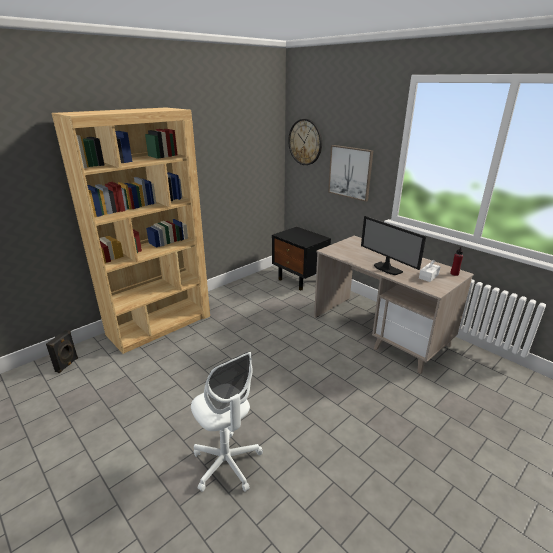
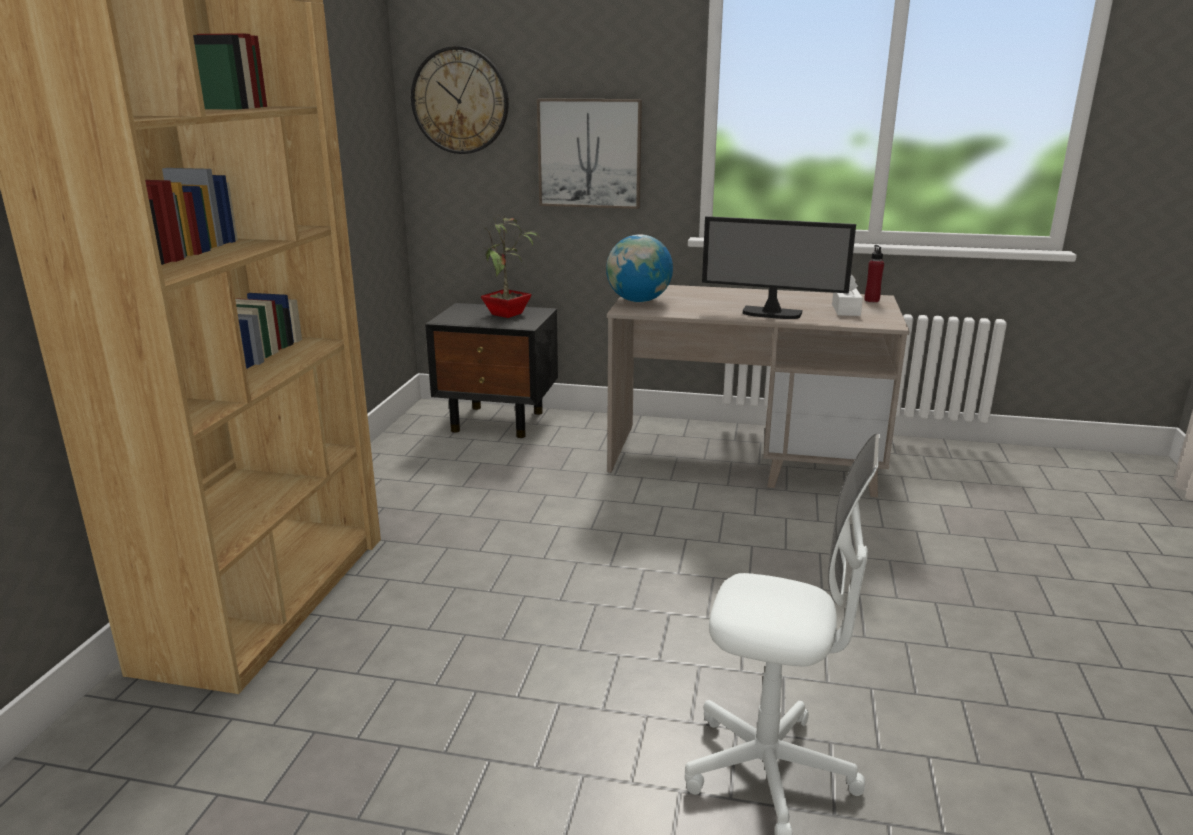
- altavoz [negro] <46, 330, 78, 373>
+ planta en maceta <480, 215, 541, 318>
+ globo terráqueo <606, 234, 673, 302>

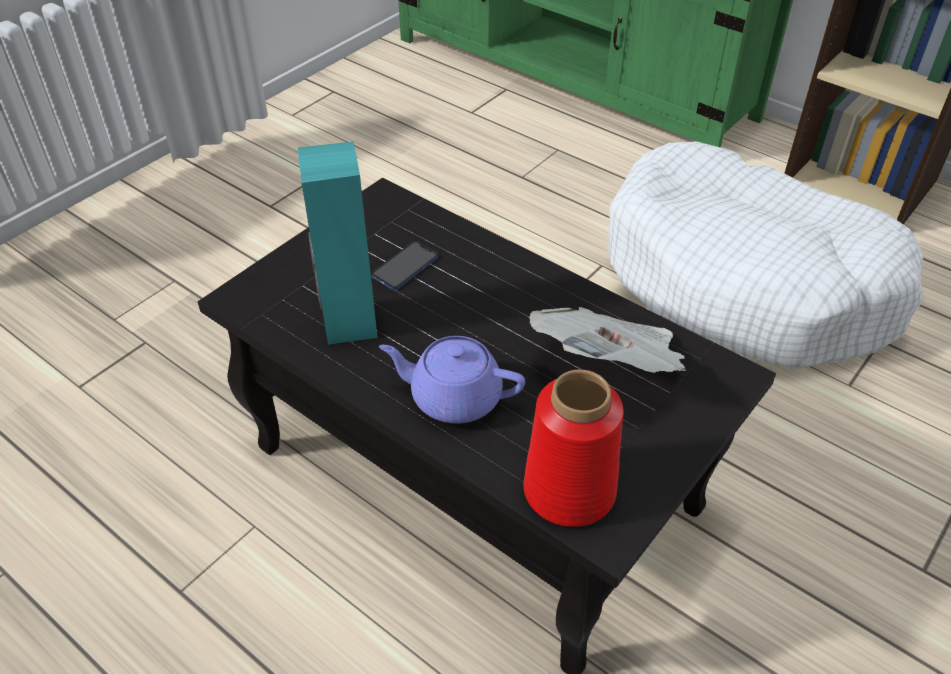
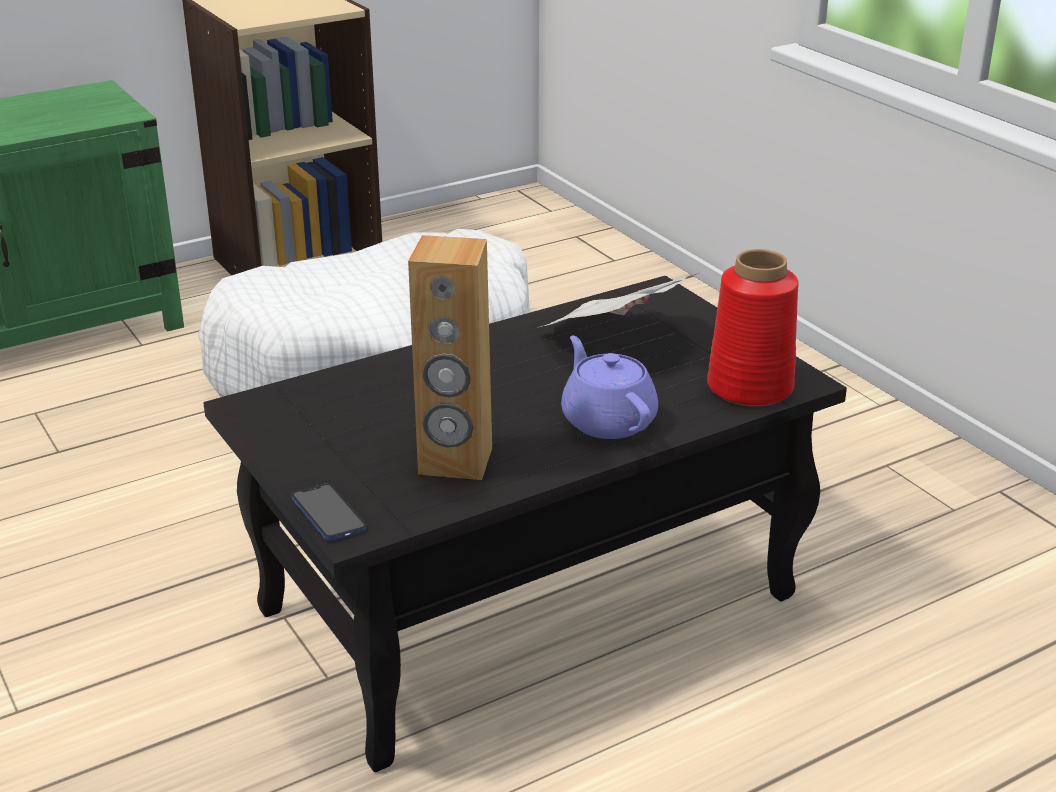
~ móvil <372, 241, 438, 290> to <291, 484, 366, 540>
~ altavoz [turquesa] <298, 141, 378, 345> to altavoz [marrón] <408, 235, 492, 480>
~ tetera [morado] <379, 336, 525, 423> = <561, 335, 658, 439> 120 degrees clockwise

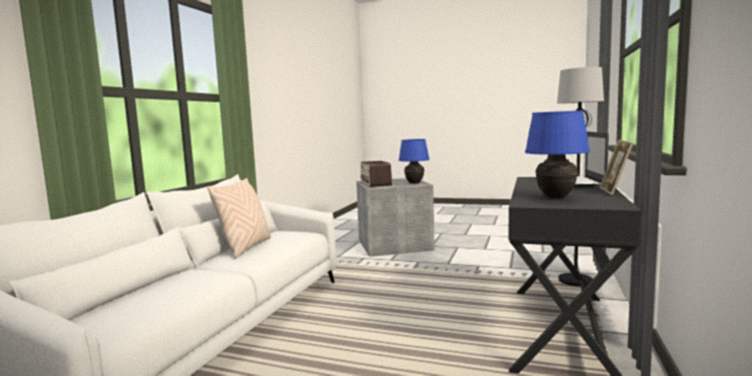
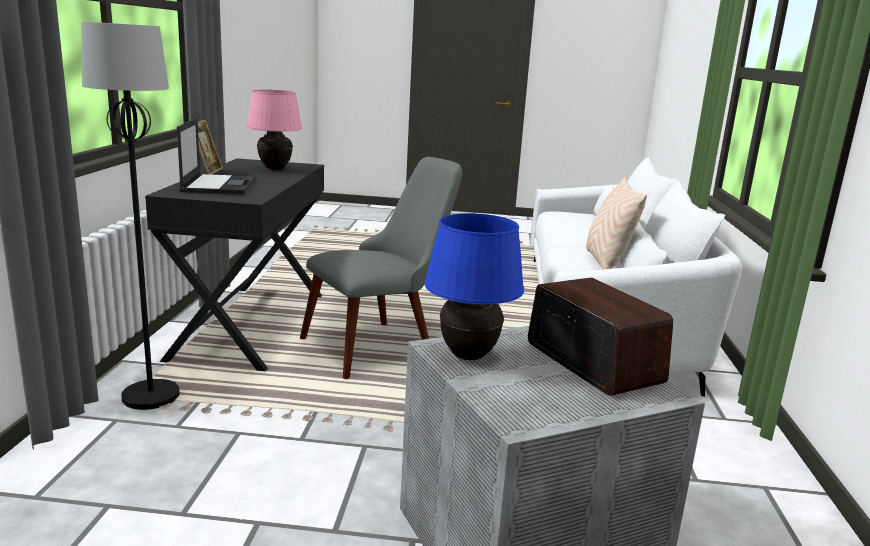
+ silla [gris] <300, 157, 462, 379>
~ lámpara de mesa [azul] <525, 111, 590, 198> to lámpara de mesa [rosa] <247, 90, 302, 170>

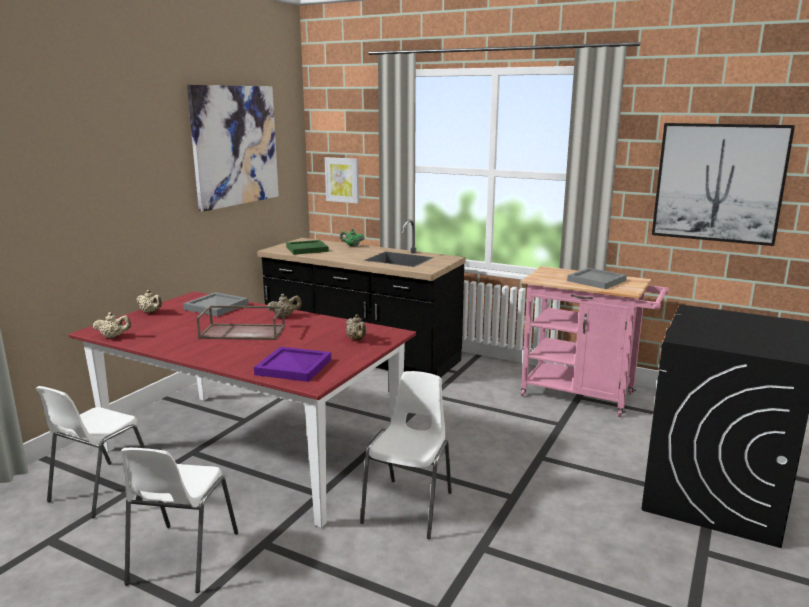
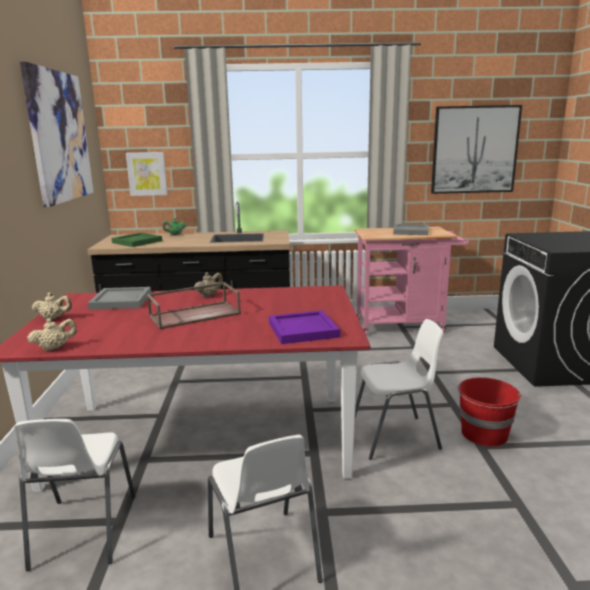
- tetera [beis] <346, 314, 367, 340>
+ cubo [rojo] <457, 377, 522, 447>
~ silla [blanco] <360, 371, 452, 539> = <355, 319, 443, 460> 90 degrees clockwise

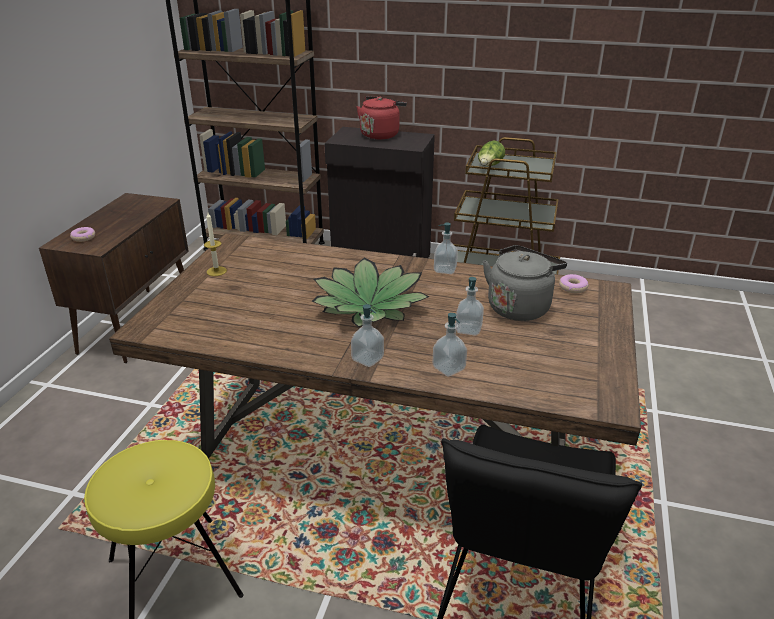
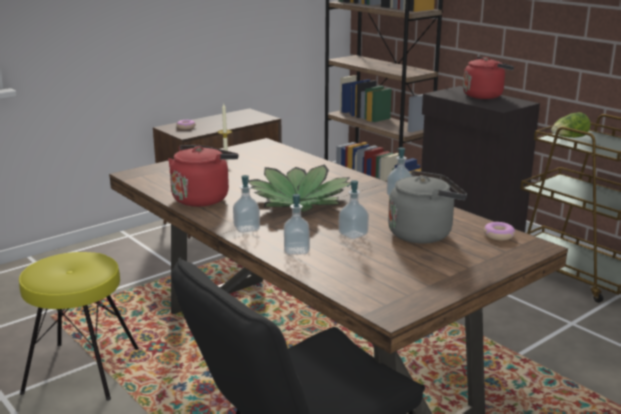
+ hervidor [rojo] <168, 145, 238, 207>

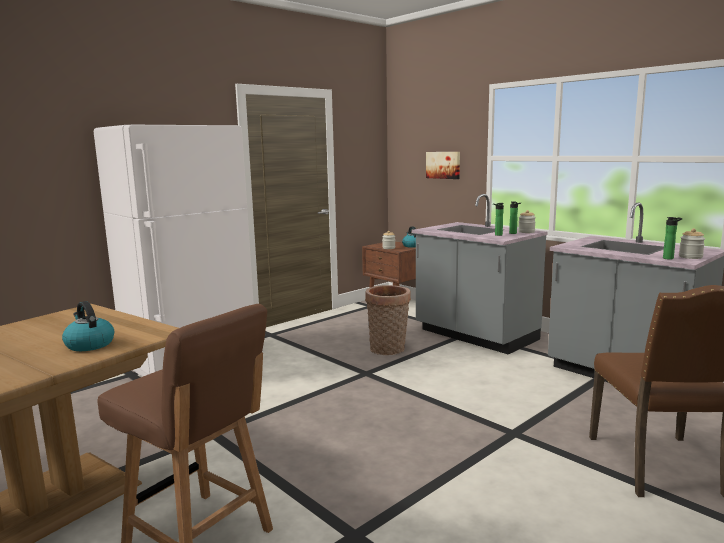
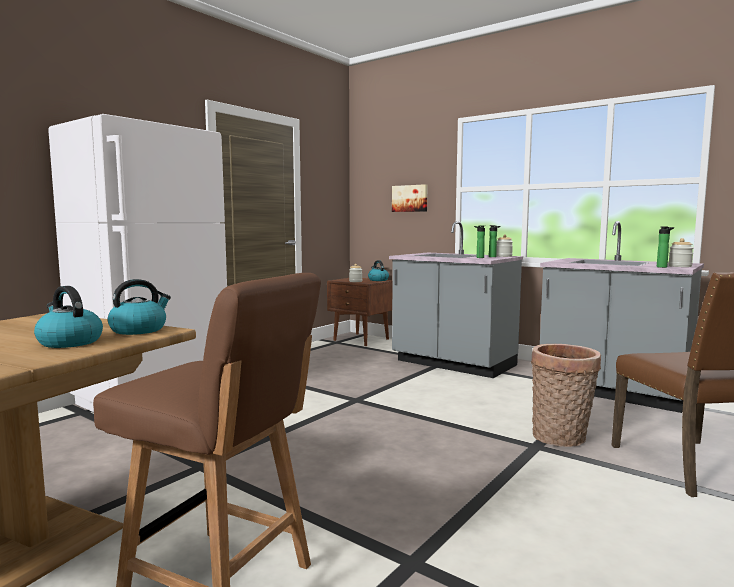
+ hervidor <108, 279, 171, 335>
~ cesta <365, 285, 411, 355> to <531, 344, 601, 447>

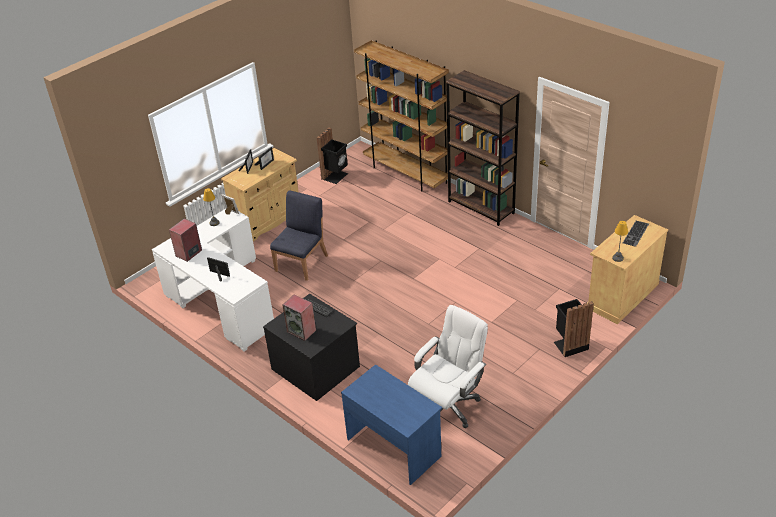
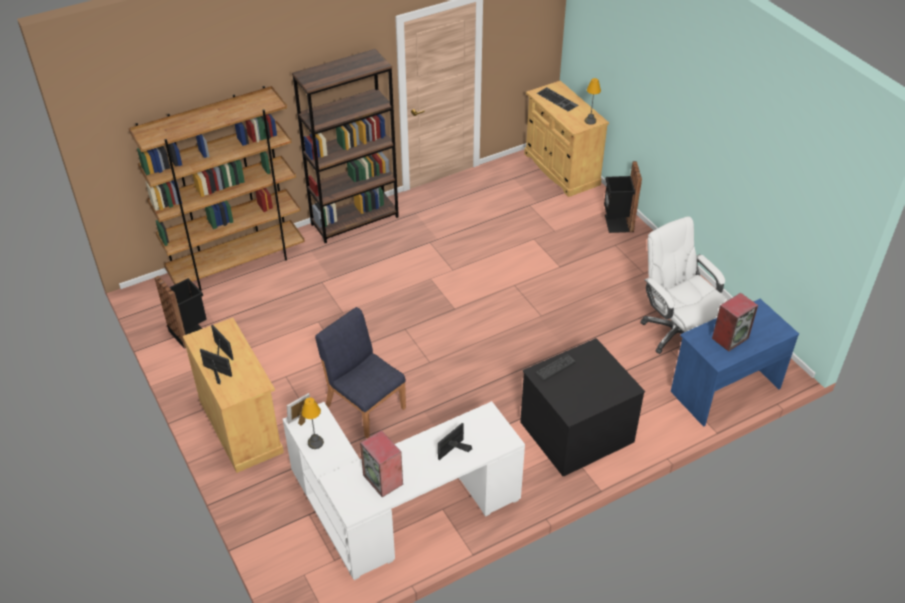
~ altavoz <282, 295, 316, 341> to <712, 293, 758, 351>

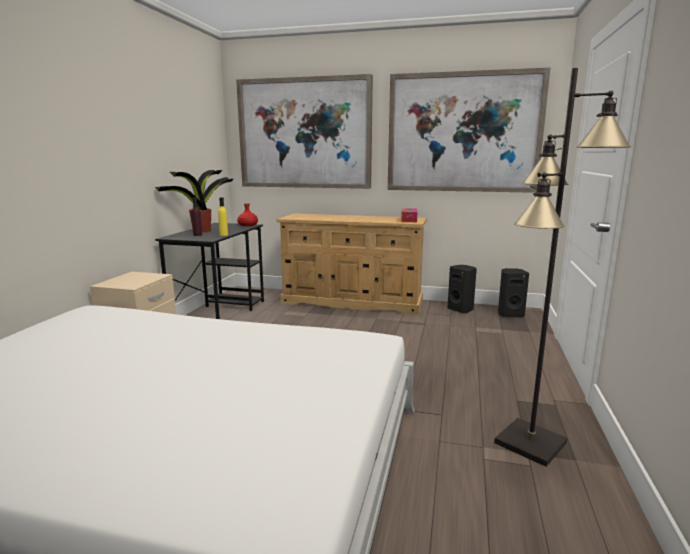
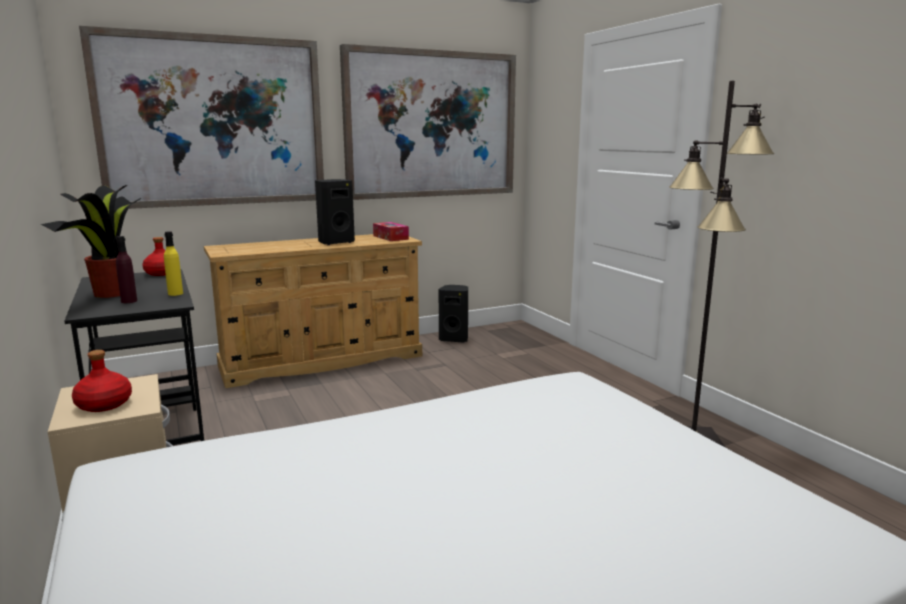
+ botella [rojo] <72, 350, 132, 412>
~ altavoz [negro] <498, 268, 529, 317> to <315, 179, 355, 245>

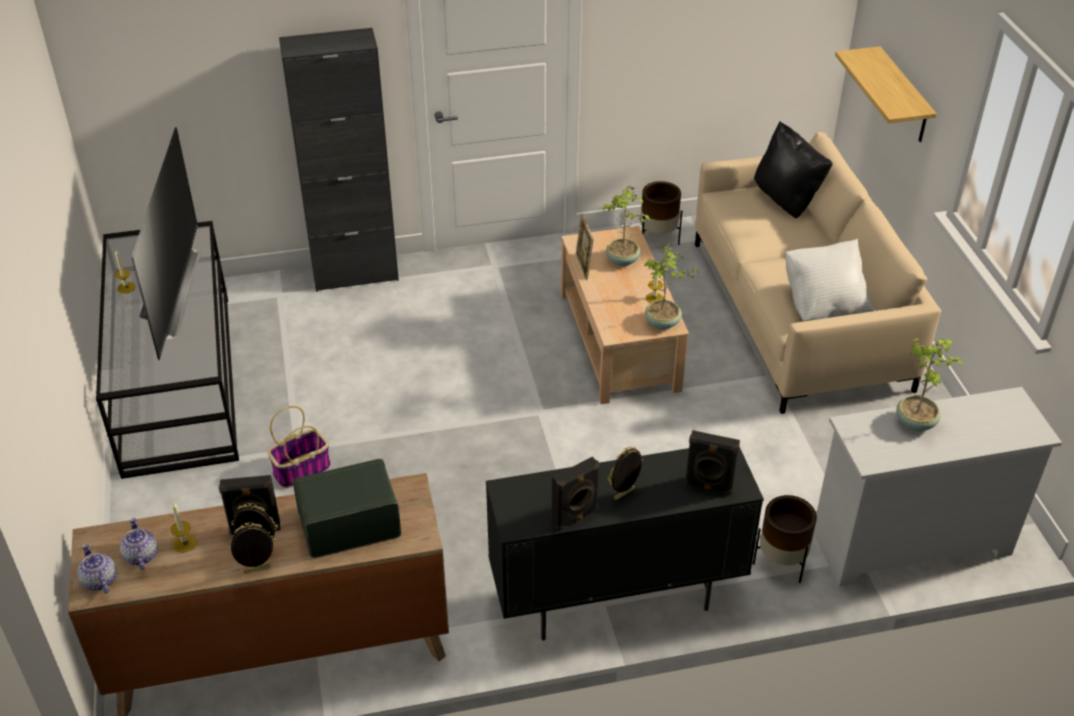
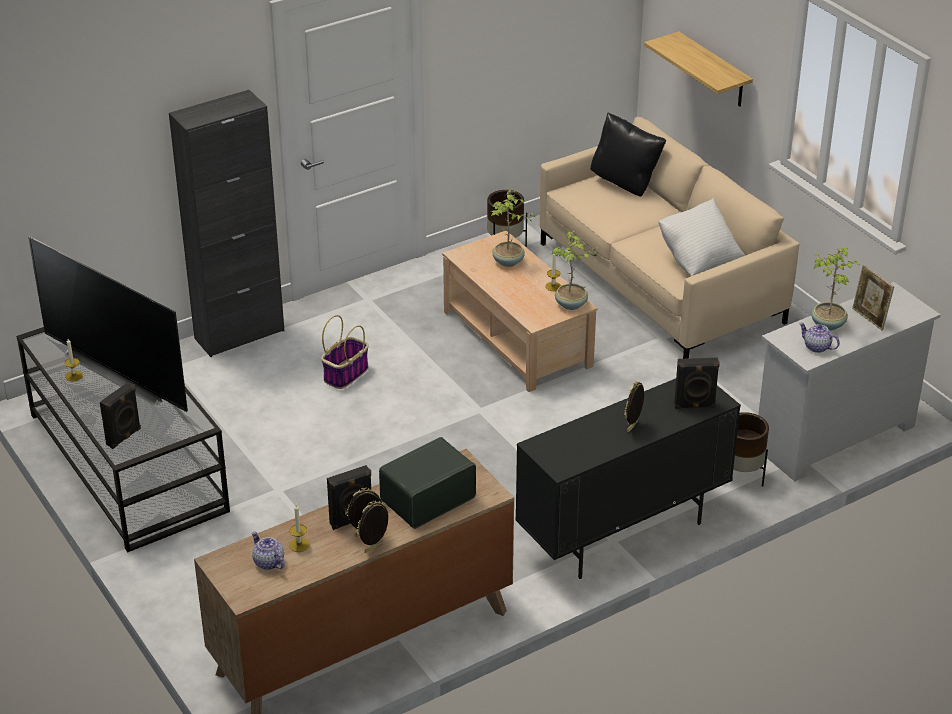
~ tetera <78, 544, 116, 594> to <799, 323, 840, 353>
~ cesta <268, 406, 331, 488> to <321, 315, 369, 389>
~ altavoz [negro] <552, 457, 600, 531> to <100, 382, 141, 449>
~ portarretratos <575, 213, 594, 280> to <852, 265, 894, 330>
~ televisor <131, 127, 201, 360> = <28, 236, 188, 412> 150 degrees clockwise

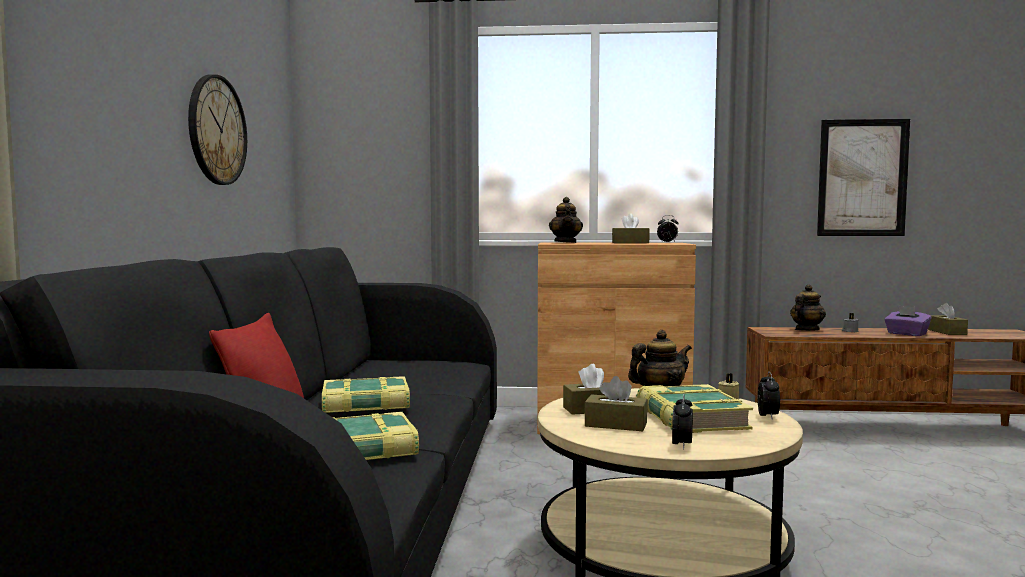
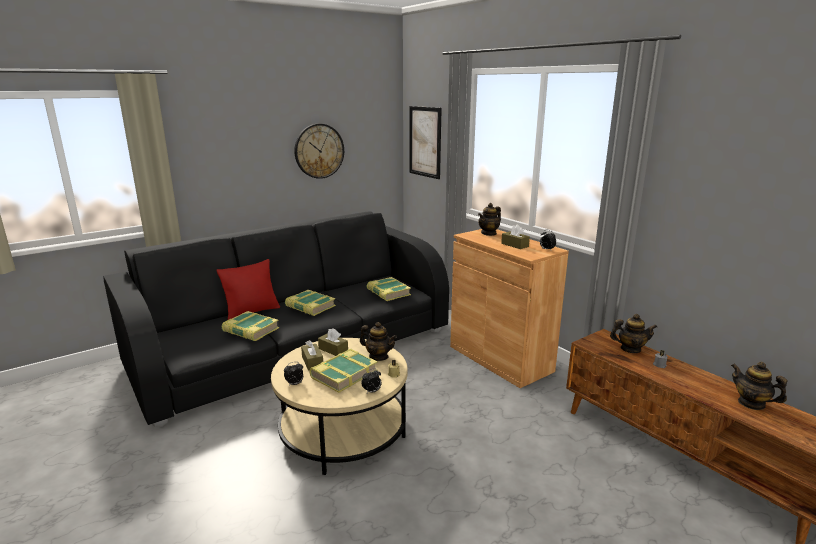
- caja de pañuelos [morado] <884, 305, 932, 336>
+ libro <367, 277, 411, 301>
~ cuadro <817, 119, 910, 236> to <409, 106, 442, 179>
~ caja de pañuelos [marrón] <928, 303, 968, 335> to tetera <731, 362, 788, 410>

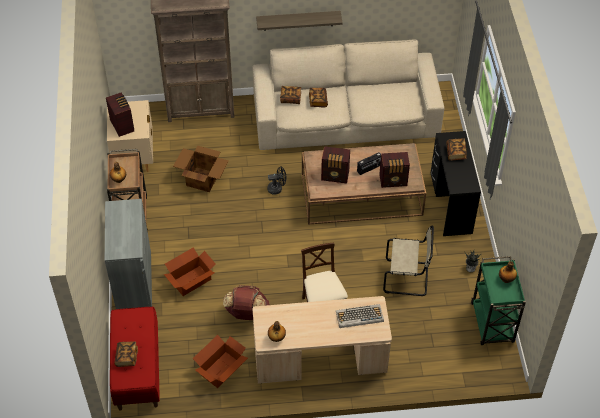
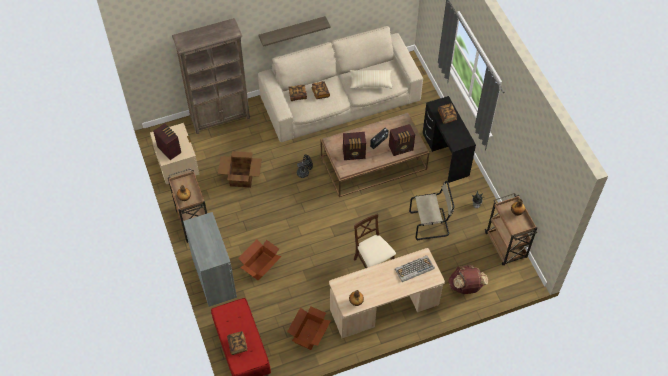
+ cojín [beis] <350, 70, 393, 89>
~ mochila [marrón] <223, 285, 270, 320> to <448, 265, 488, 294>
~ carrito [verde] <471, 256, 526, 345> to carrito [marrón] <485, 193, 537, 265>

